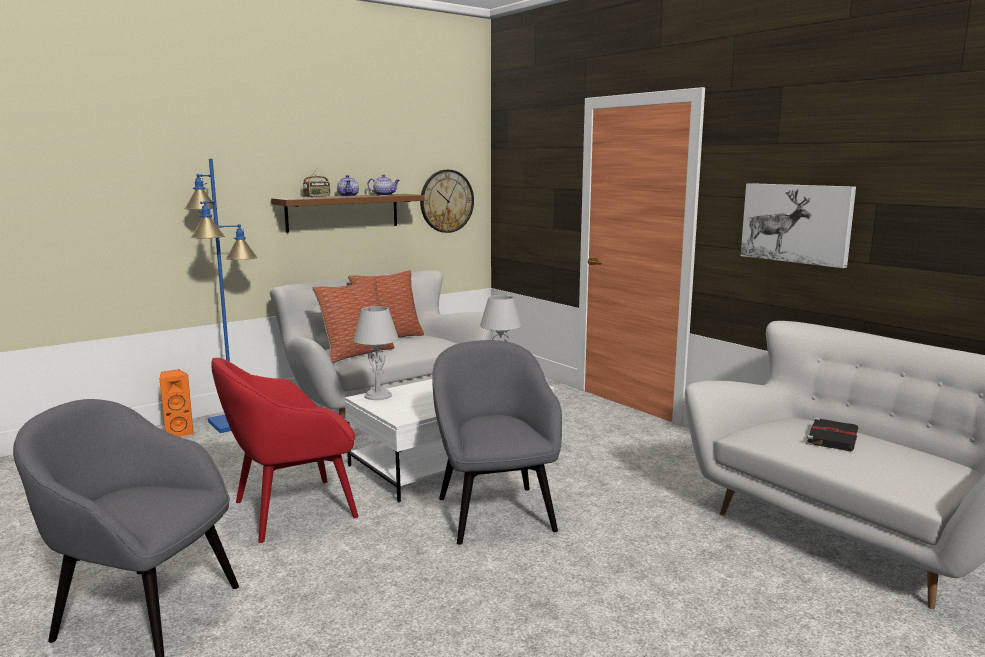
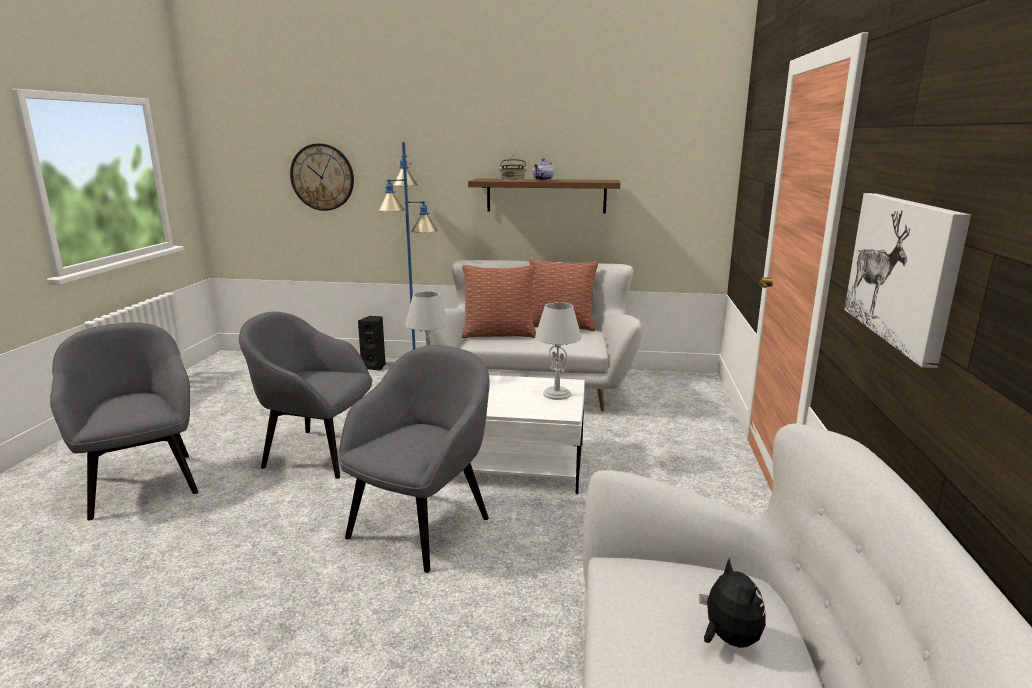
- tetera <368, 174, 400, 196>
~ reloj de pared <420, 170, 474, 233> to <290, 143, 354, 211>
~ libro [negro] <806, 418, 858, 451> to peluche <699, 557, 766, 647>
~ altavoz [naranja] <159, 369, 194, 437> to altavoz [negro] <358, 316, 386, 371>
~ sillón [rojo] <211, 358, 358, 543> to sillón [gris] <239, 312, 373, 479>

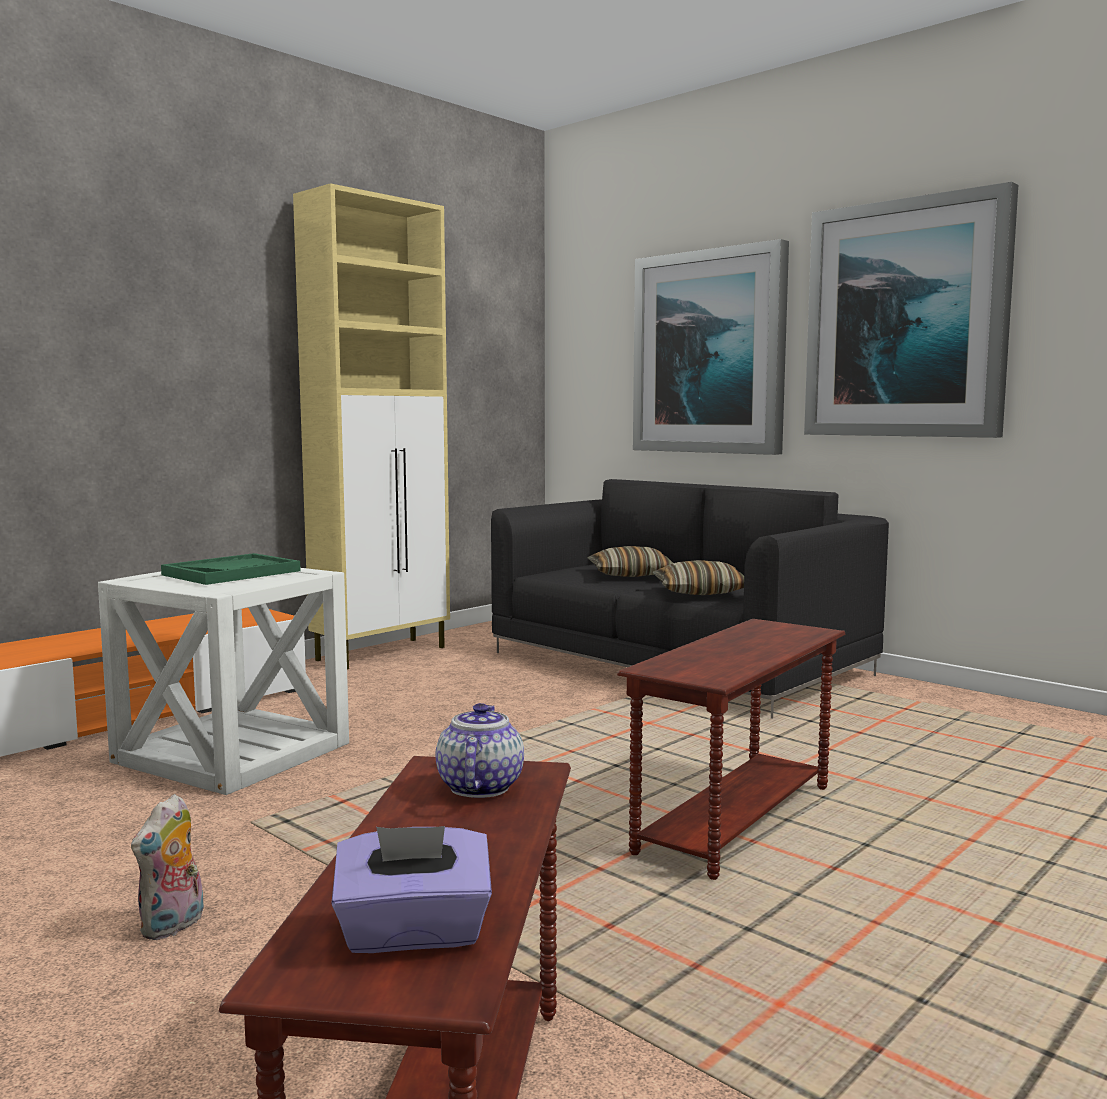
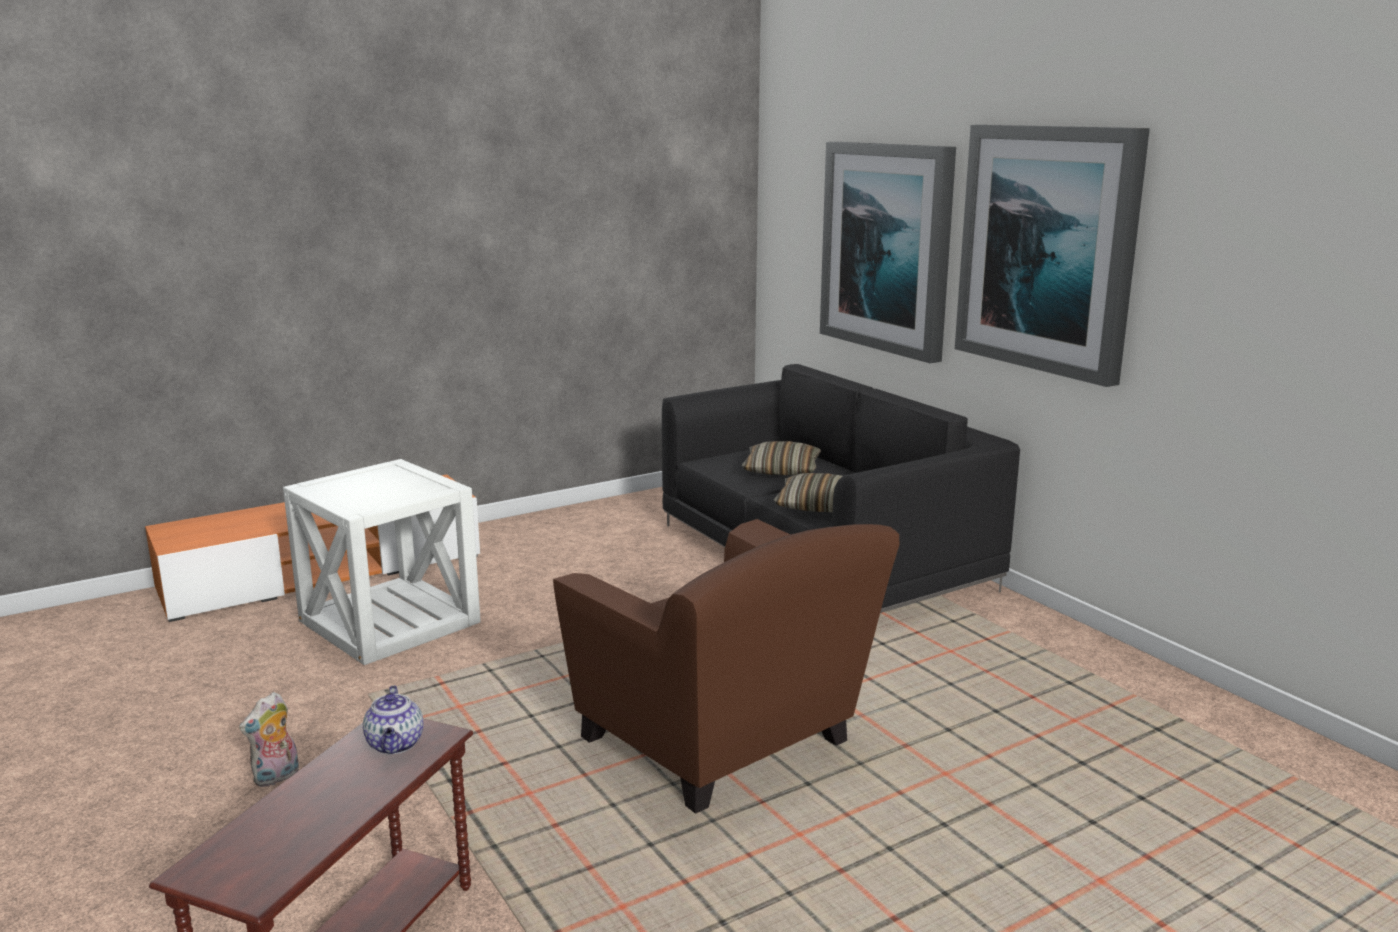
- bandeja [verde] <161, 553, 301, 585>
- armario [beis] <293, 183, 450, 670>
- caja de pañuelos [morado] <331, 826, 492, 953>
~ mesa auxiliar [marrón] <617, 619, 846, 880> to sillón [marrón] <553, 519, 899, 813>
~ tetera <436, 703, 524, 798> = <363, 685, 424, 754> 150 degrees clockwise

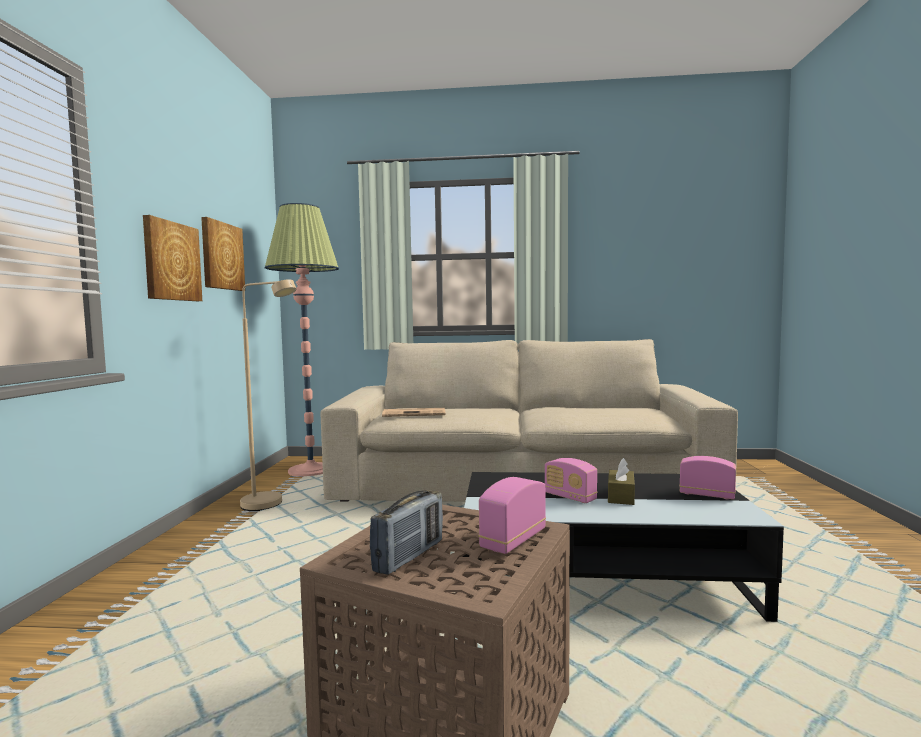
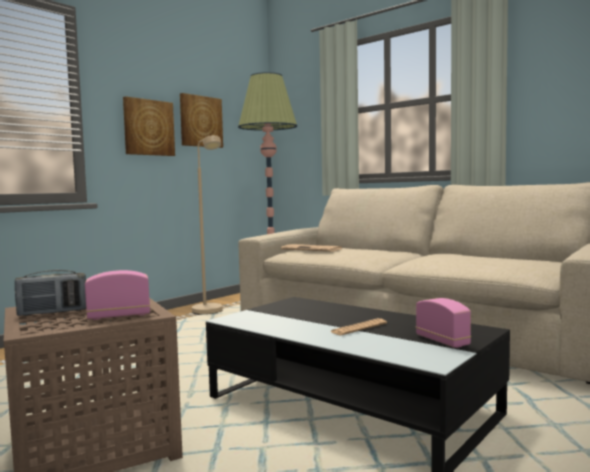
- radio <545, 458, 598, 503>
~ caja de pañuelos [marrón] <608, 458, 635, 505> to periódico <331, 318, 387, 335>

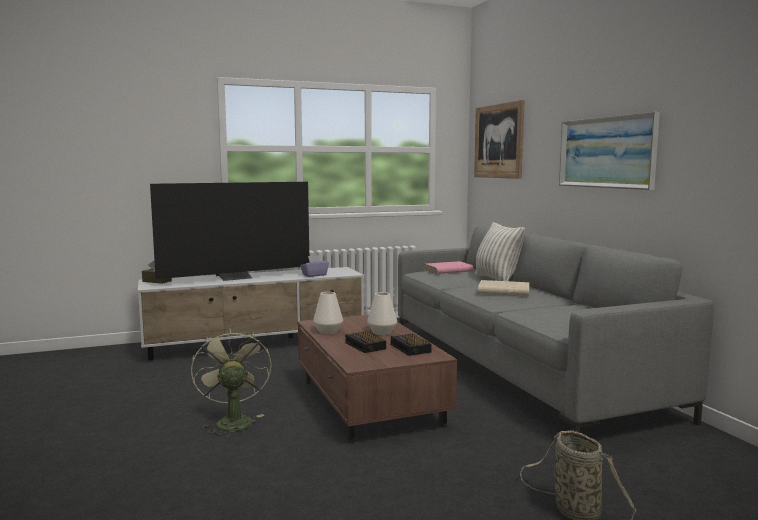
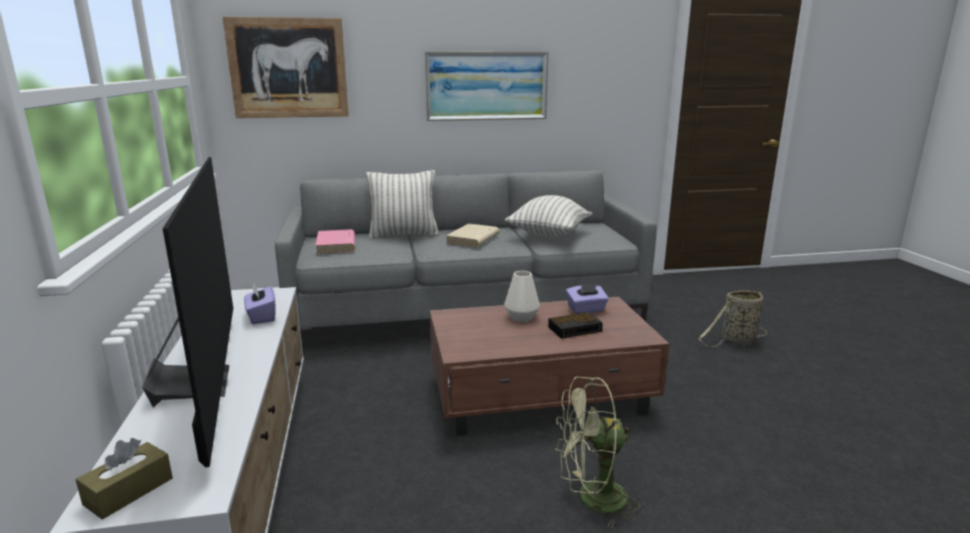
- florero [blanco] <313, 292, 343, 334>
+ cojín <505, 195, 592, 237>
~ despertador <391, 334, 432, 356> to caja de pañuelos [morado] <566, 284, 609, 314>

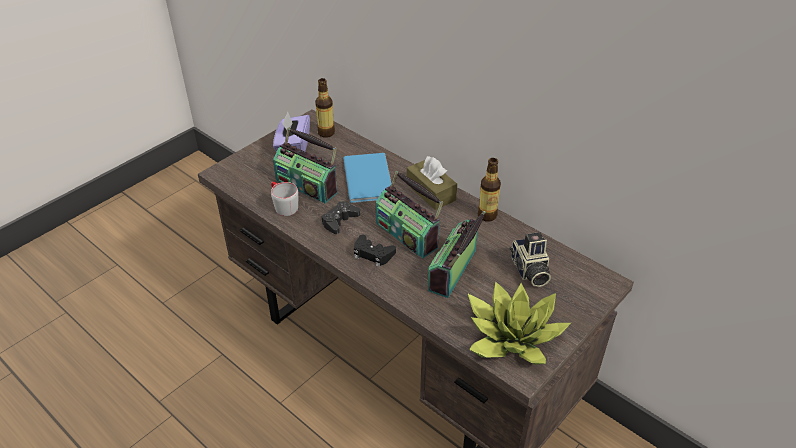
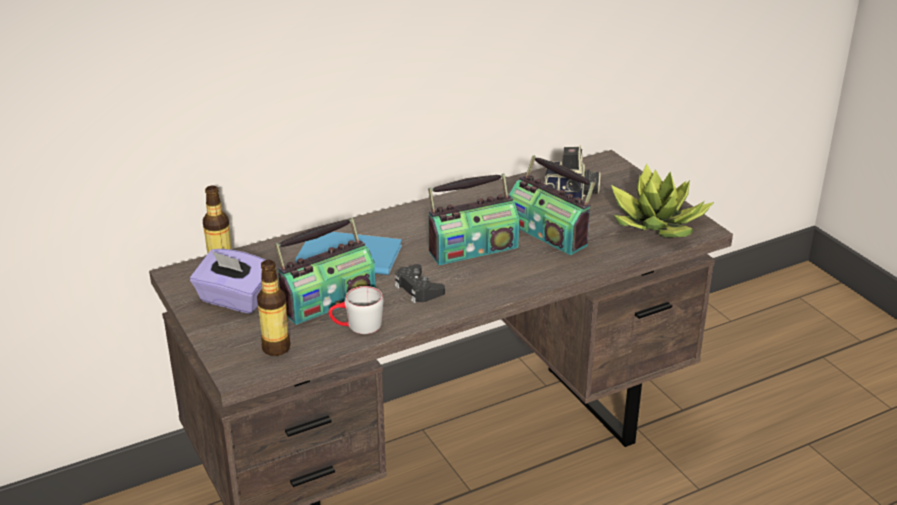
- mando de consola [negro] <354, 235, 396, 267>
- caja de pañuelos [marrón] <407, 156, 457, 210>
~ botella <478, 158, 501, 222> to <257, 260, 290, 356>

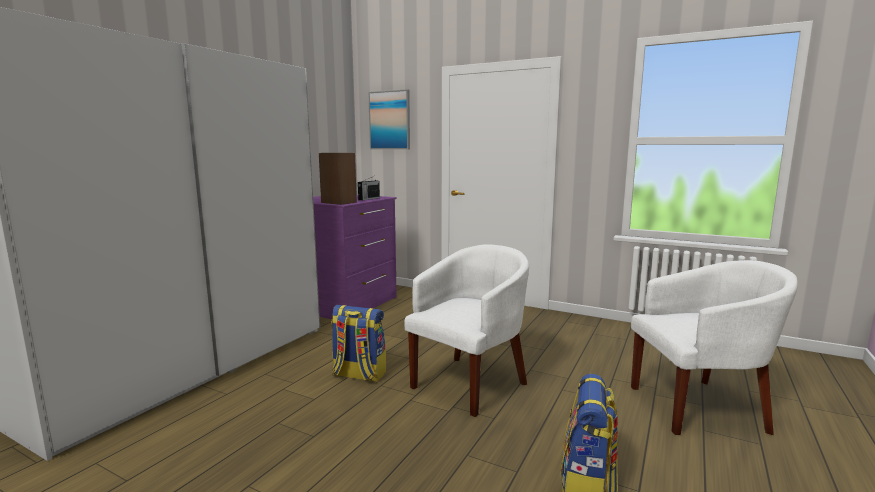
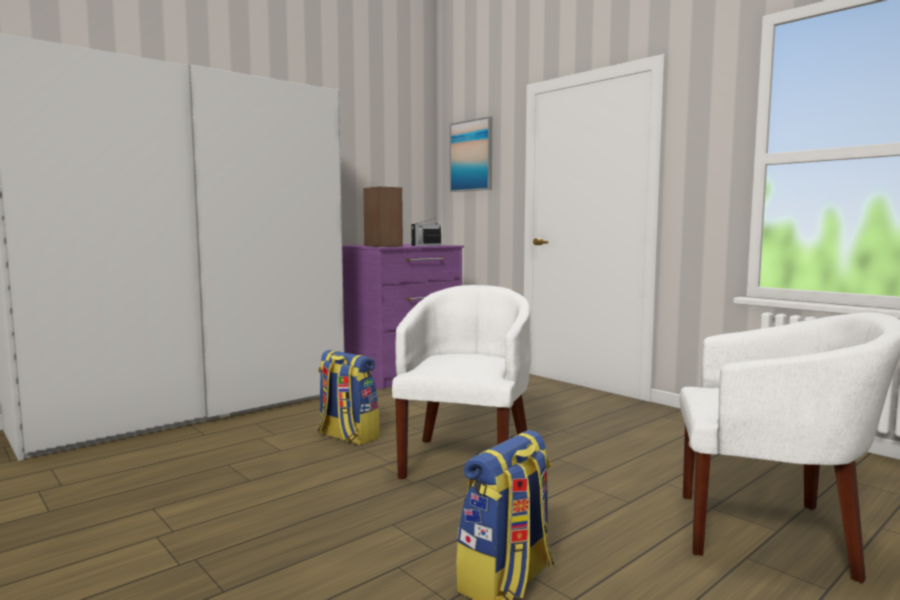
~ sillón [blanco] <404, 244, 529, 417> = <392, 285, 531, 479> 45 degrees counterclockwise

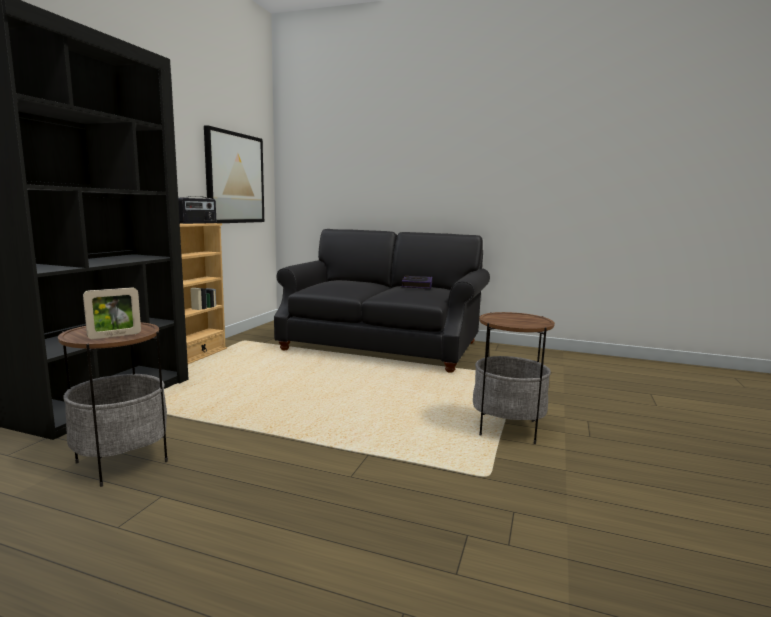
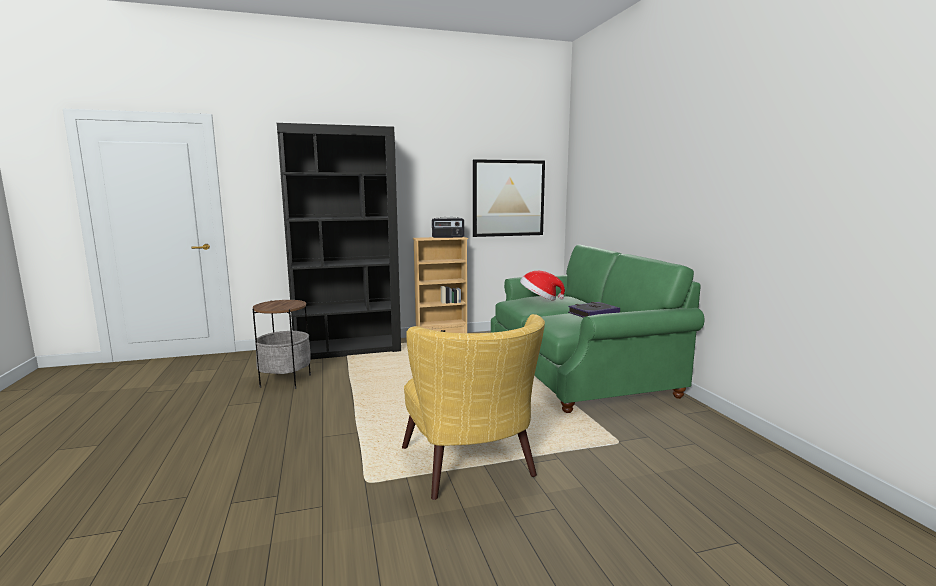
- portarretratos <83, 287, 141, 339>
+ sombrero <520, 271, 565, 300>
~ mesa auxiliar <473, 312, 555, 444> to sillón [amarillo] <402, 314, 545, 500>
~ sofá [negro] <274, 229, 490, 373> to sofá [verde] <491, 245, 704, 413>

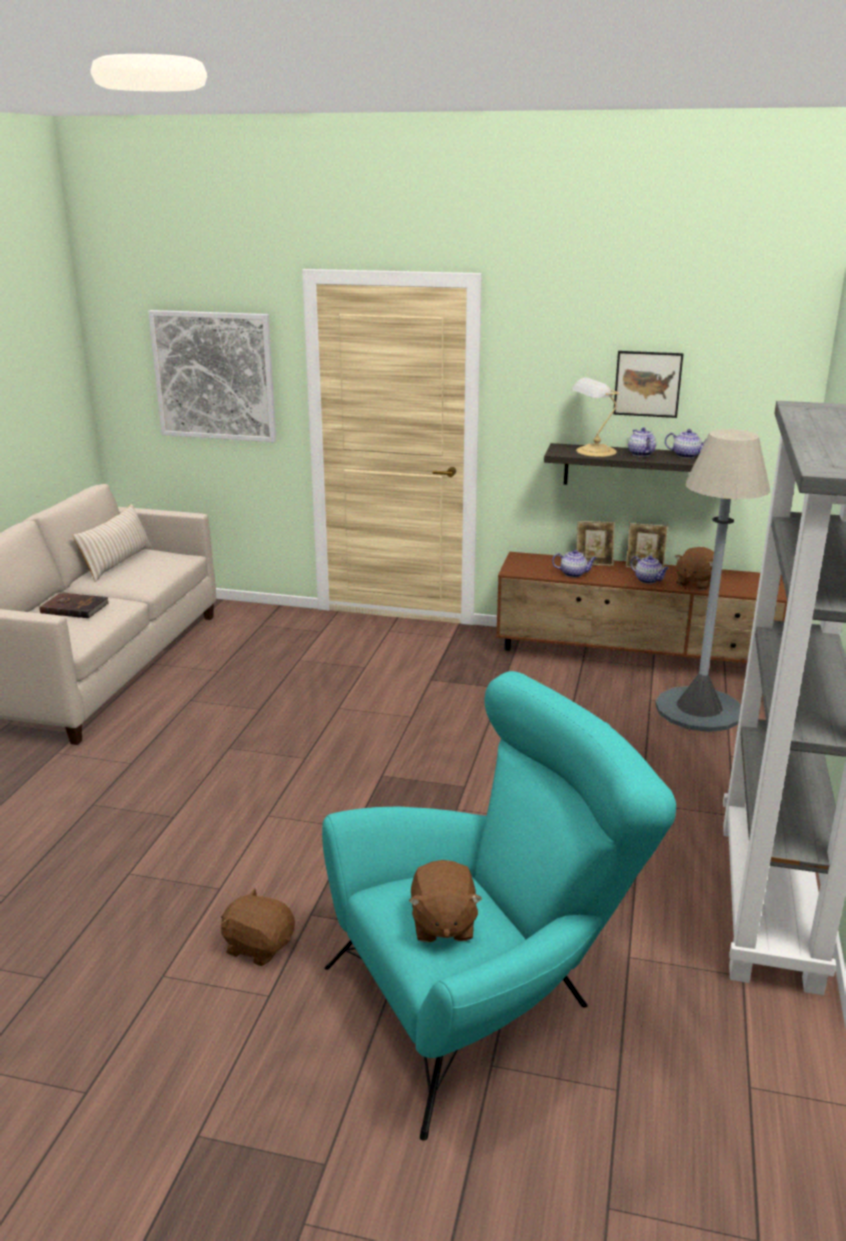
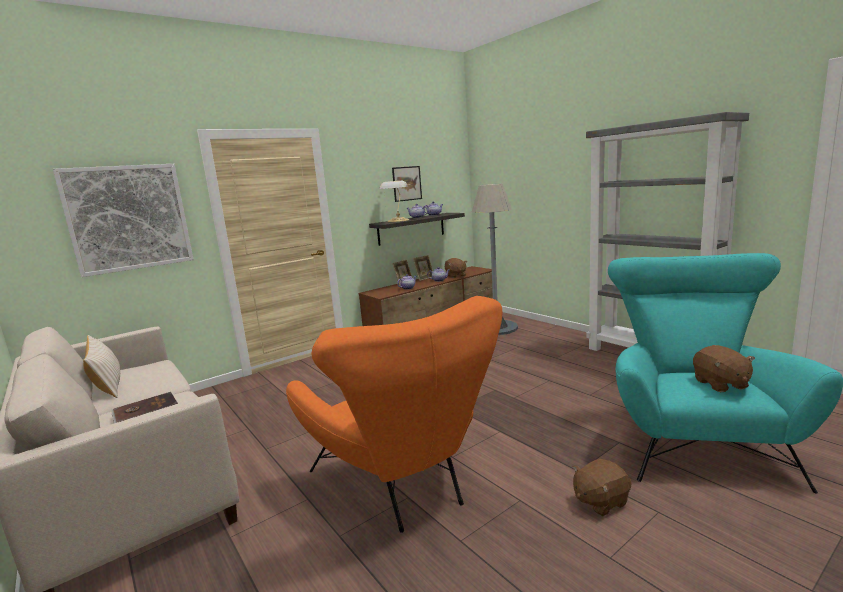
+ sillón [naranja] <286, 296, 502, 533>
~ peluche [marrón] <409, 860, 482, 942> = <693, 345, 755, 392> 45 degrees clockwise

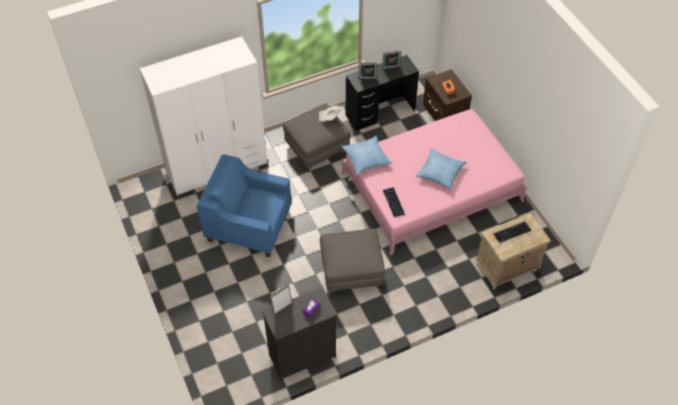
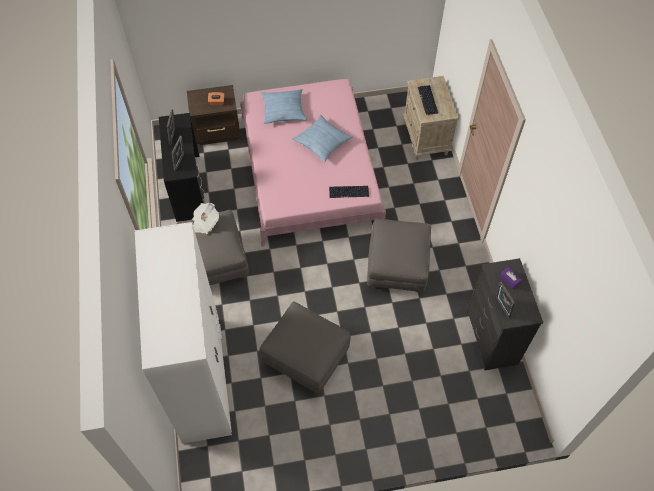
~ cojín <341, 136, 392, 175> to <261, 89, 307, 124>
~ sillón [azul] <197, 154, 292, 258> to puf [gris] <260, 301, 351, 393>

